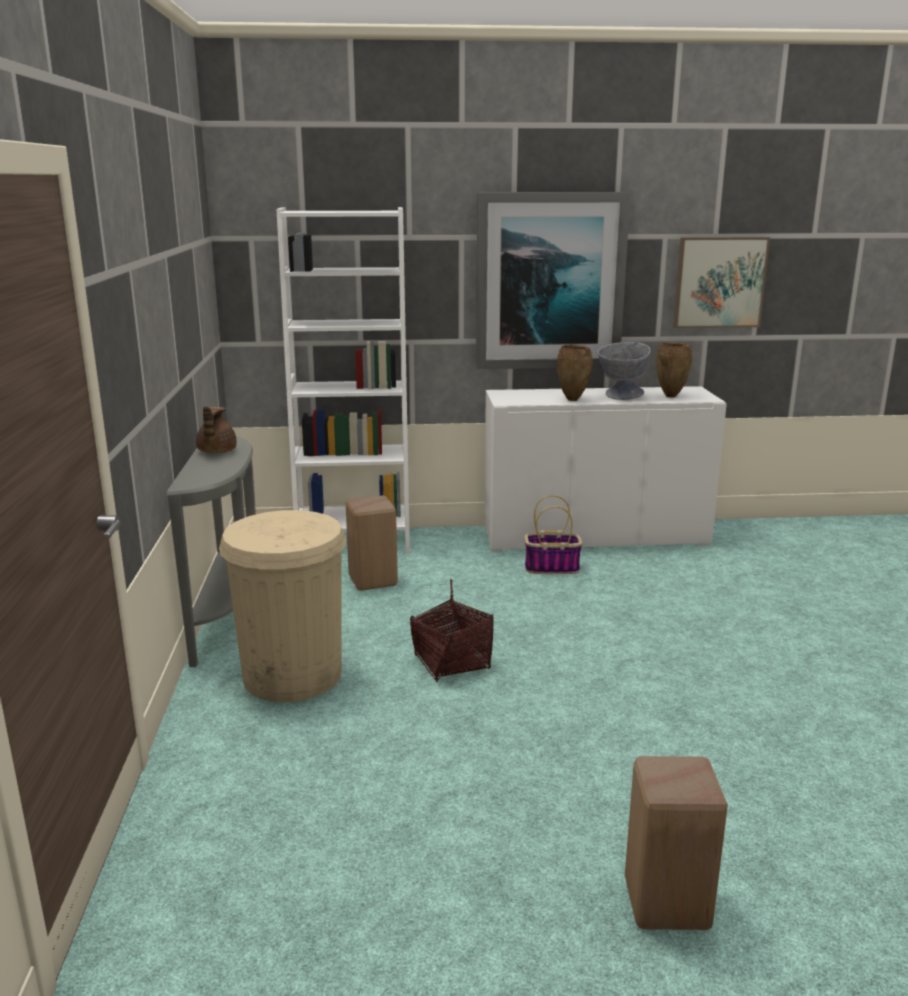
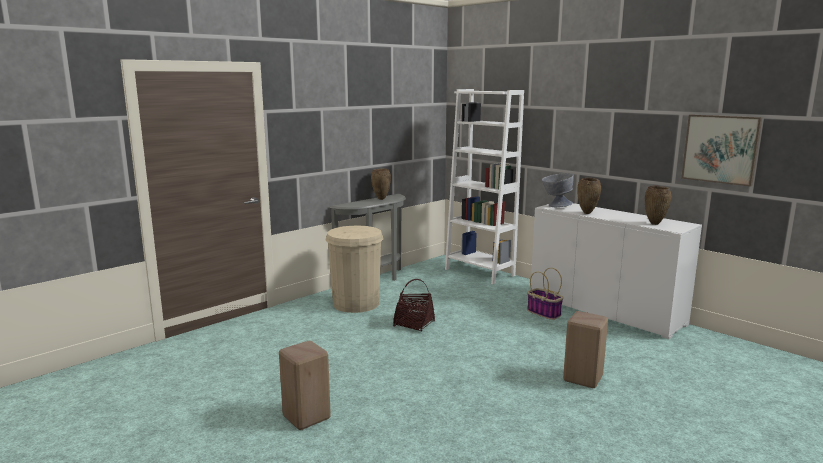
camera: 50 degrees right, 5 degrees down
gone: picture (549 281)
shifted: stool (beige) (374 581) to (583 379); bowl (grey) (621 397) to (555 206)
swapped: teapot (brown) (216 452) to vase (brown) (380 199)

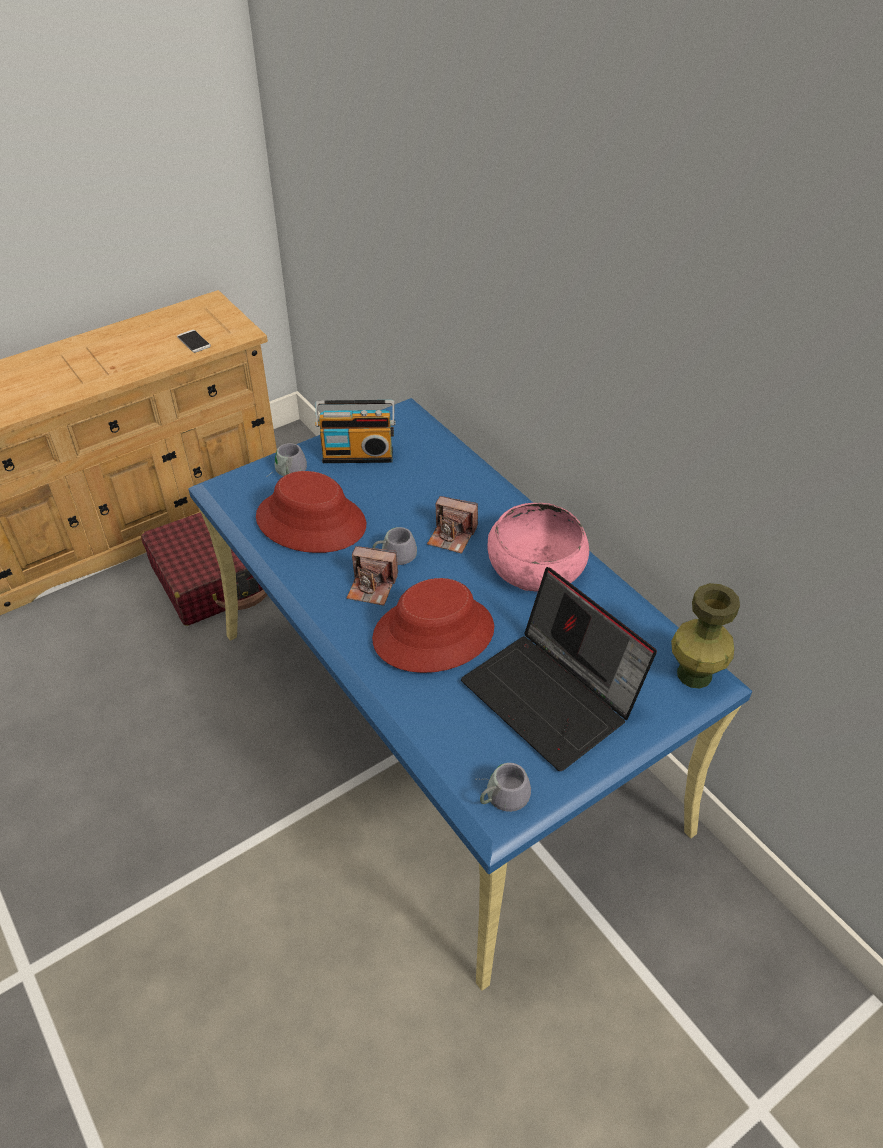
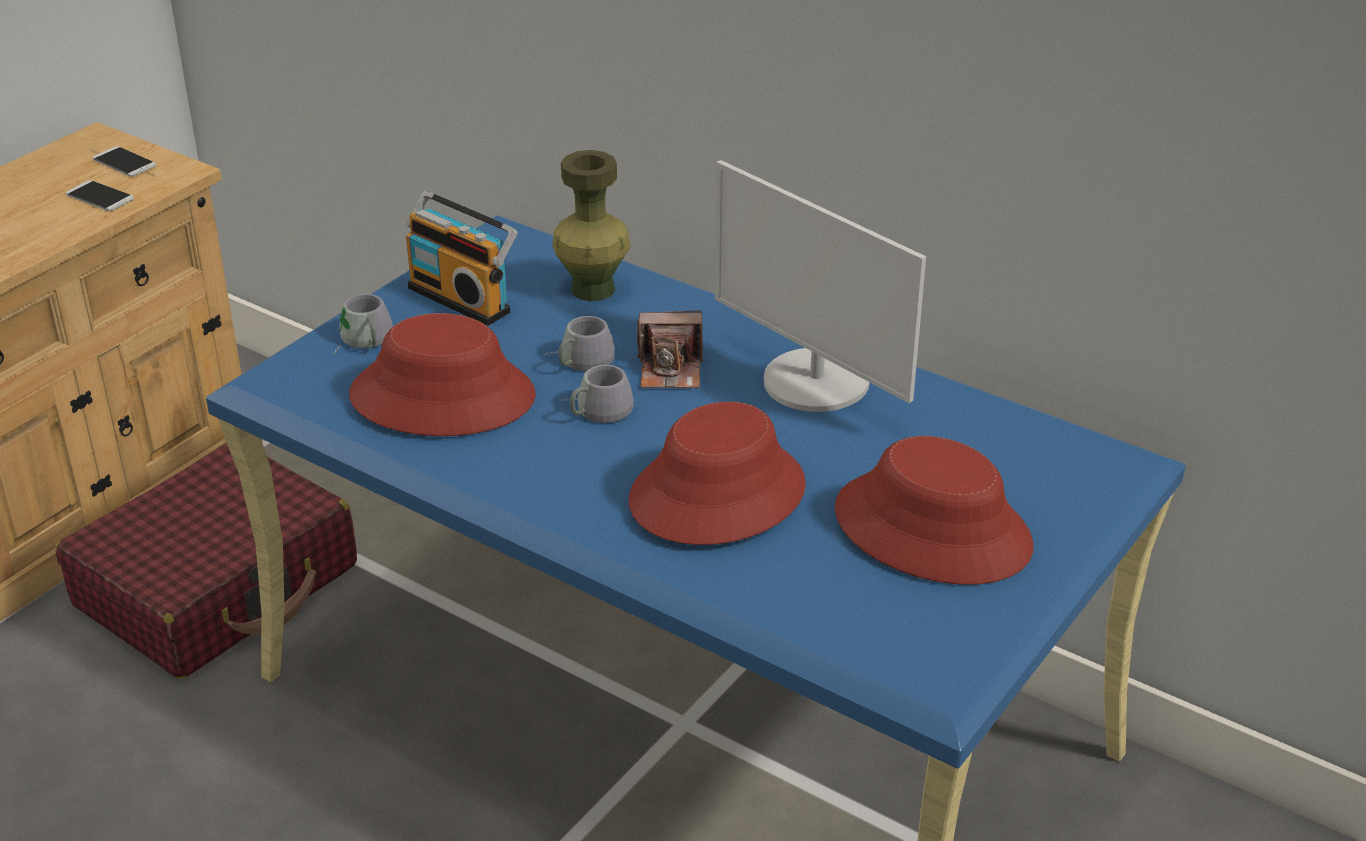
camera: 20 degrees left, 10 degrees down
gone: photo camera (372 587)
new: phone (124 162)
shifted: mug (grey) (500 793) to (578 359); vase (green) (694 674) to (592 289)
swapped: laptop (553 697) to hat (red) (933 529); bowl (pink) (536 566) to monitor (815 382)
rotated: radio (358 454) = (463 298) 60 degrees clockwise

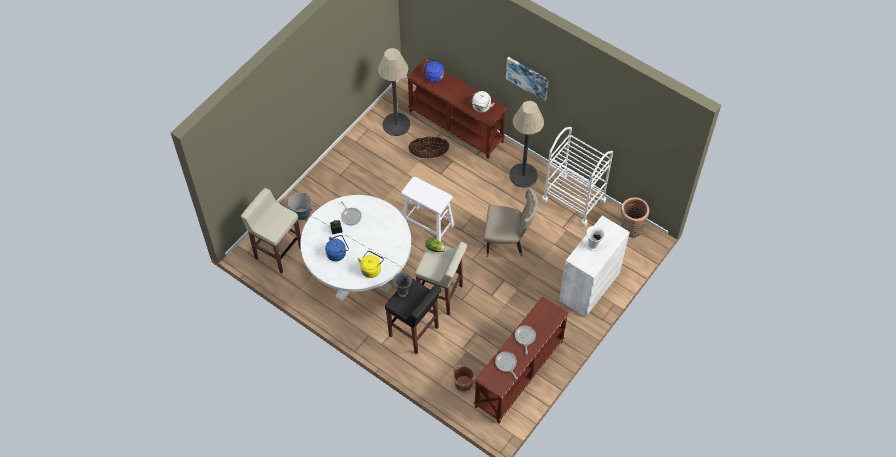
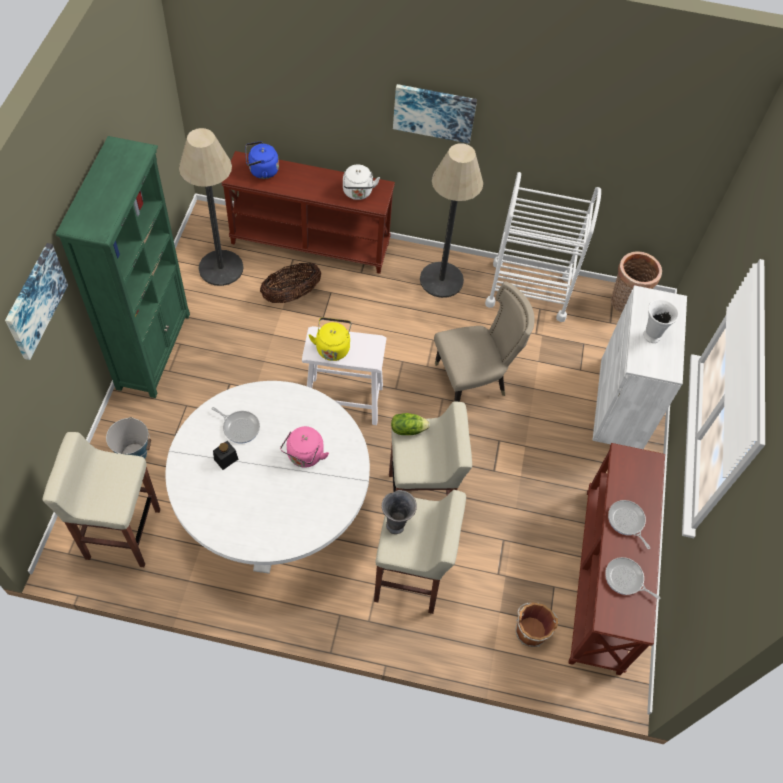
camera: 30 degrees left, 0 degrees up
gone: kettle (blue) (337 253)
new: picture (34 300); bookcase (green) (154 350); kettle (pink) (304 456)
shifted: kettle (yellow) (371 269) to (332 347)
repainted: stool (black) (414 332) to stool (beige) (410 578)

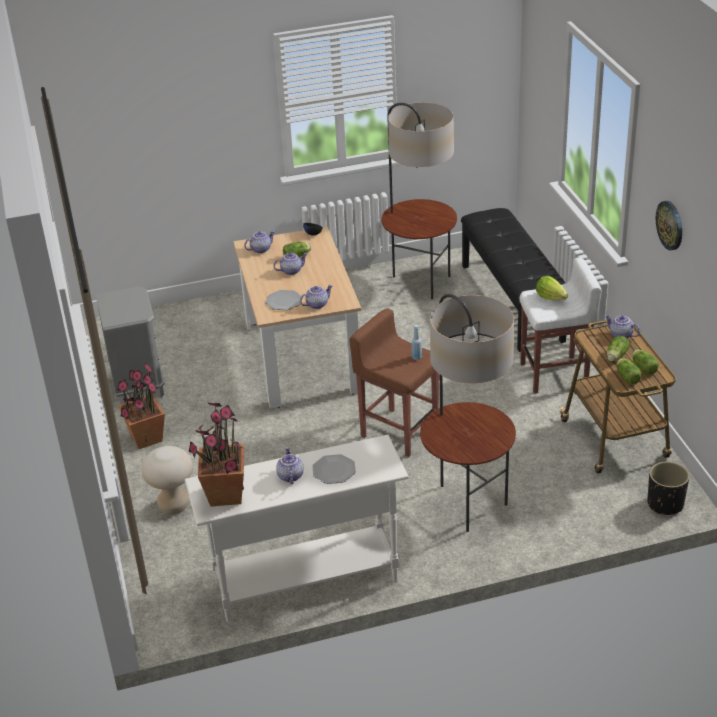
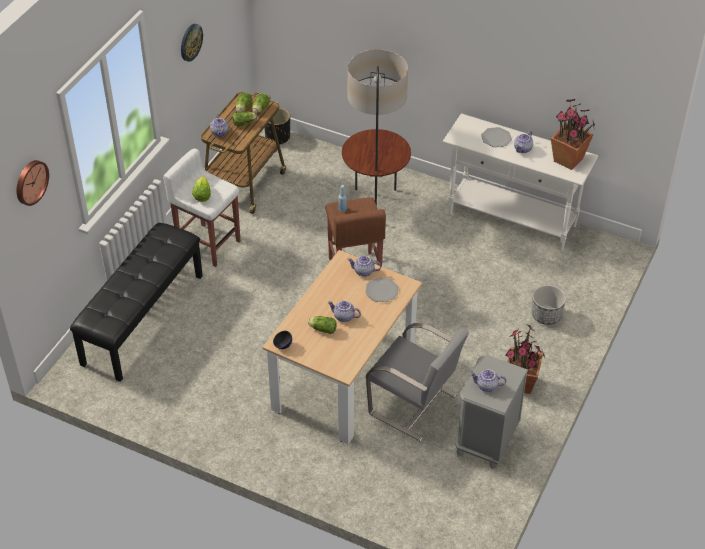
camera: 140 degrees left, 10 degrees up
gone: floor lamp (420 282)
new: wall clock (30 182); chair (grey) (414 405)
shifted: teapot (260 249) to (486 386)
swapped: stool (beige) (173 506) to planter (546 315)

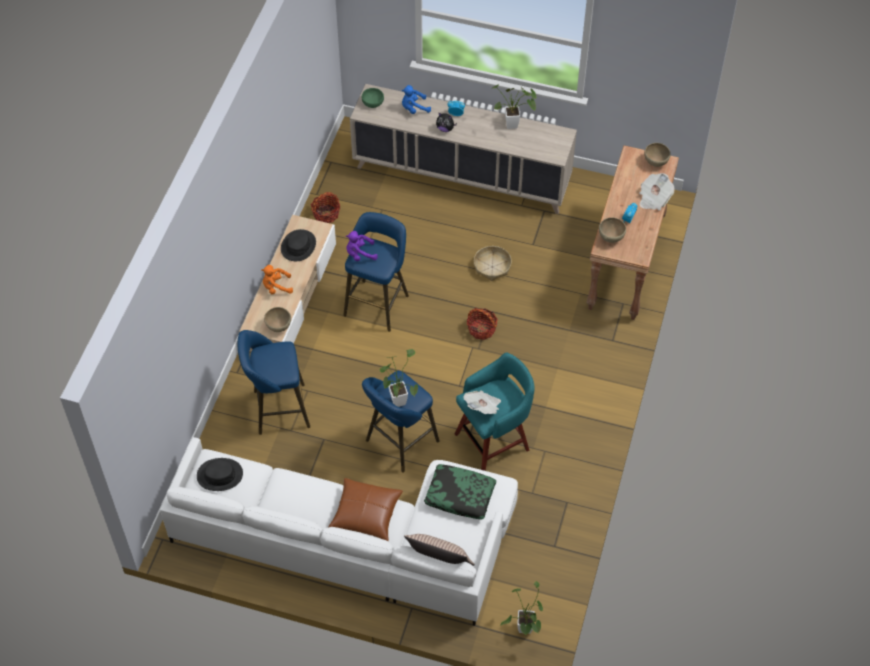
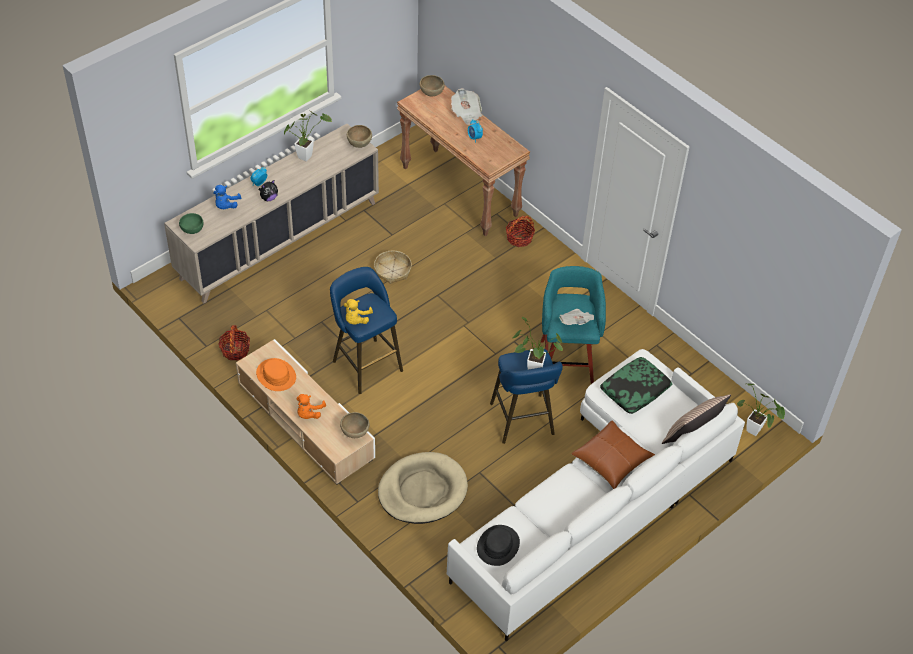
camera: 60 degrees left, 5 degrees down
shifted: basket (481 329) to (519 238); bowl (brown) (611 237) to (359 144)
swapped: stool (blue) (277 409) to dog bed (beige) (422 490)
repainted: hat (black) (298 246) to hat (orange) (276 375); plush toy (purple) (360 254) to plush toy (yellow) (356 320)

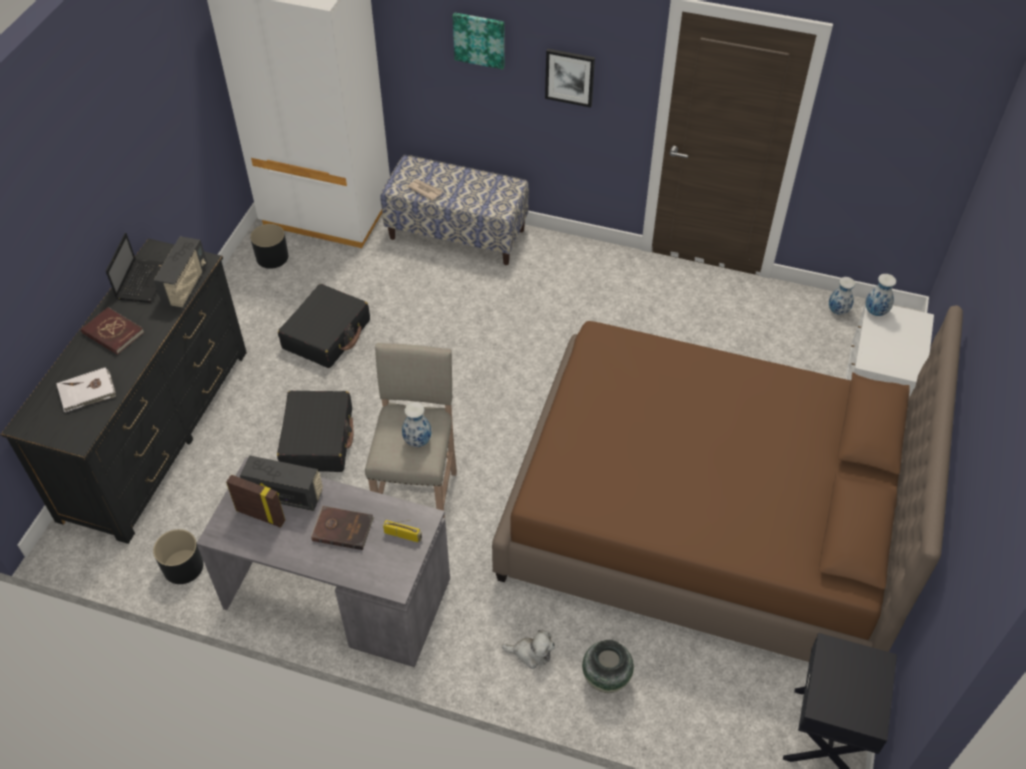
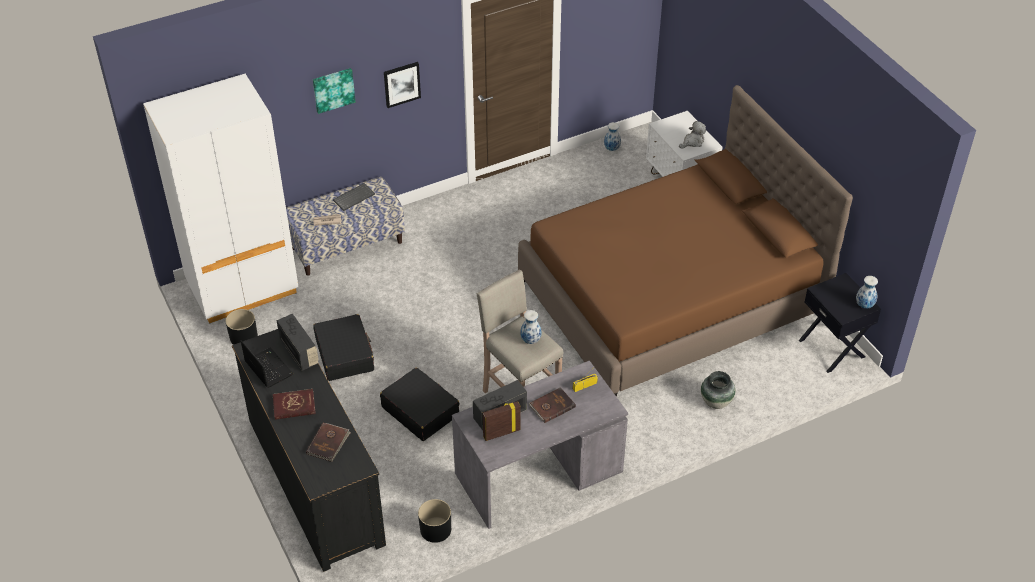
camera: 45 degrees left, 5 degrees down
new: keyboard (354 197)
shifted: plush toy (531 653) to (692 142); vase (875 312) to (864 305)
repainted: book (white) (87 392) to book (brown) (328 443)

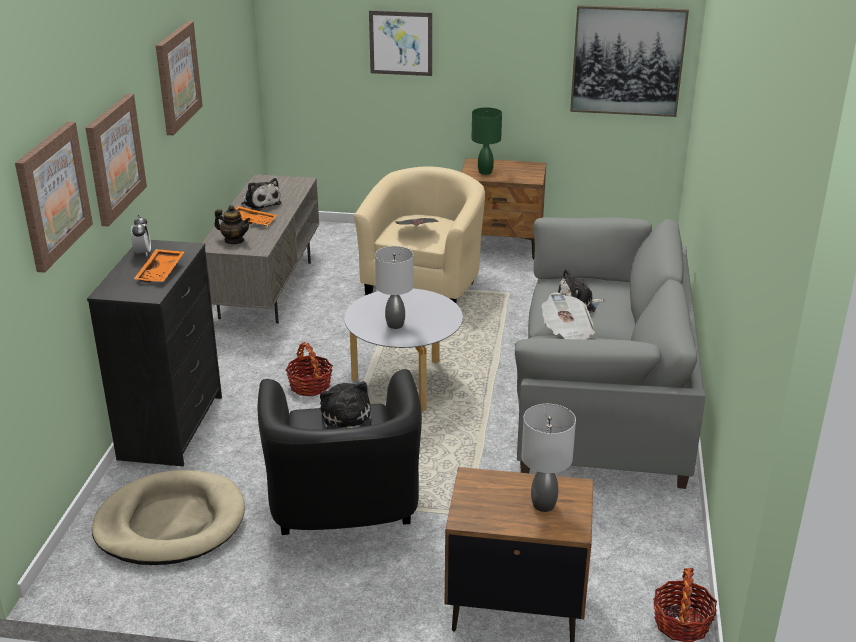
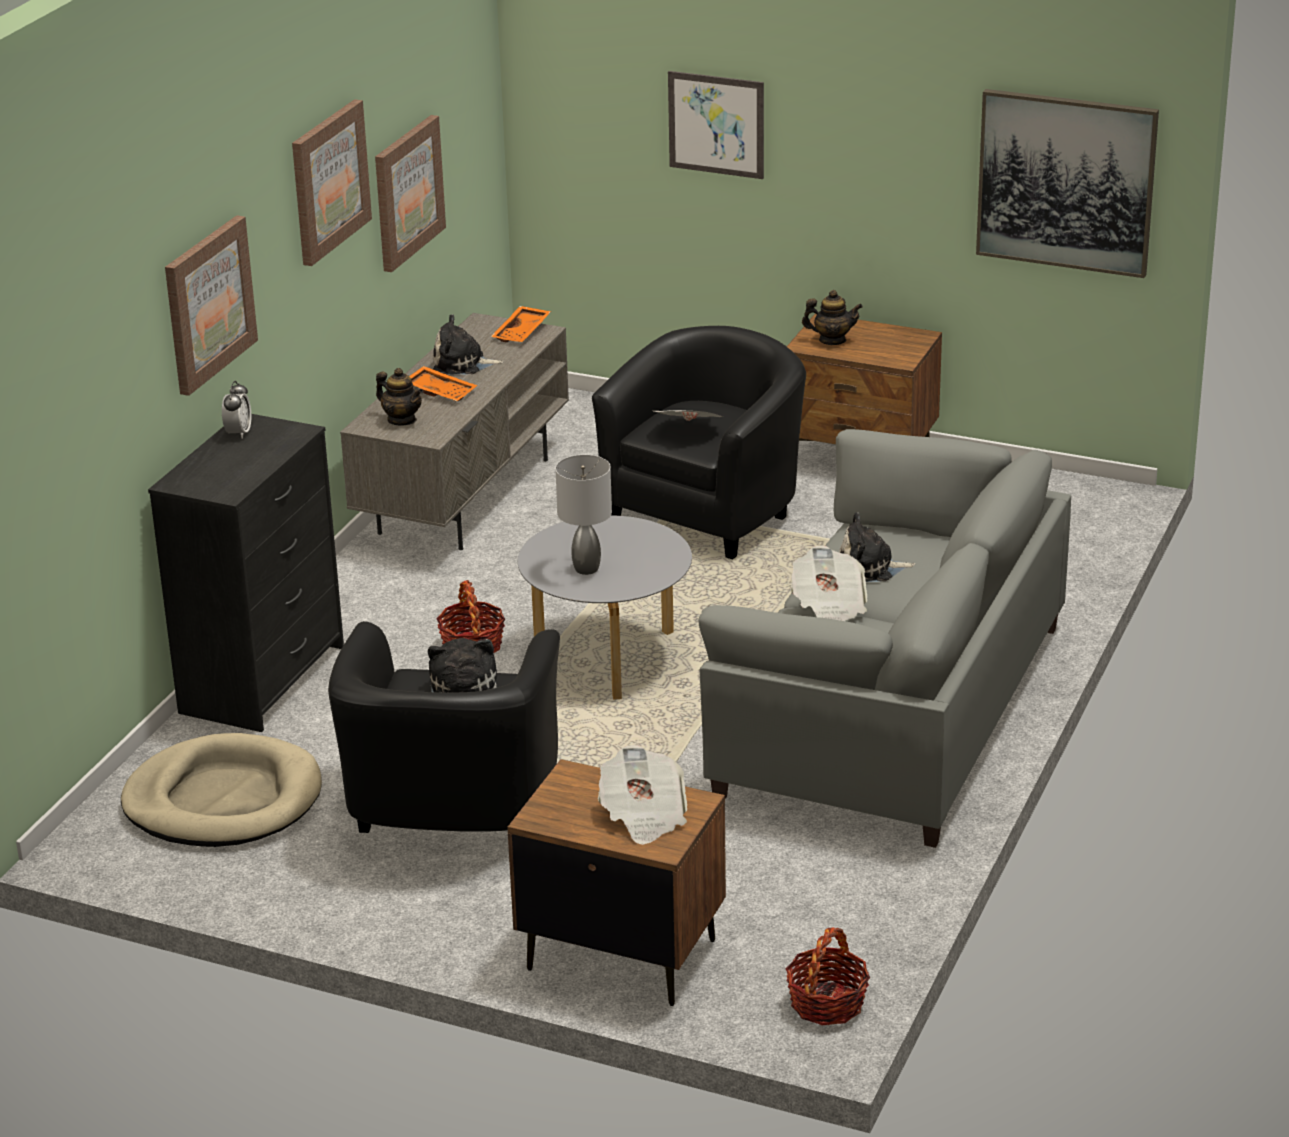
camera: 15 degrees right, 0 degrees up
shifted: picture (52 195) to (407 192); tray (orange) (161 272) to (522 332)
swapped: table lamp (green) (484 172) to teapot (832 340); table lamp (grey) (544 505) to newspaper (643 816)
repainted: armchair (beige) (424 283) to armchair (black) (708 511)
rotated: plush toy (260 204) = (462 364) 120 degrees clockwise

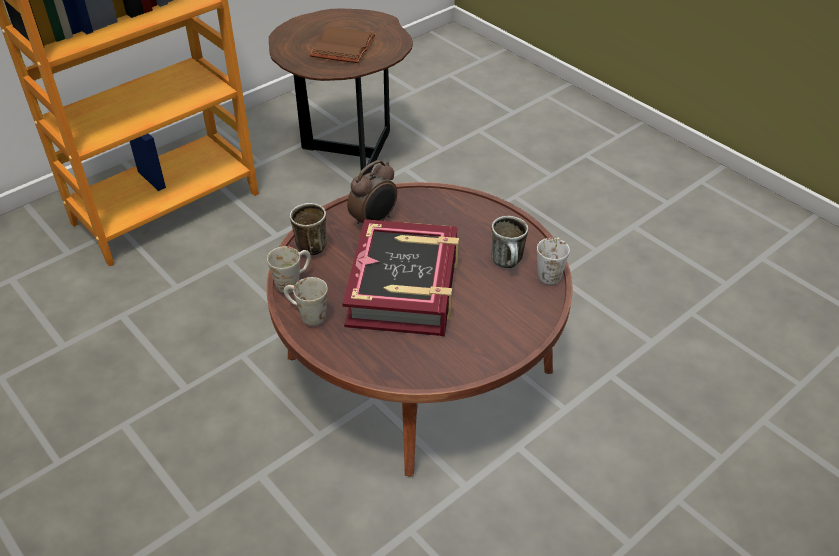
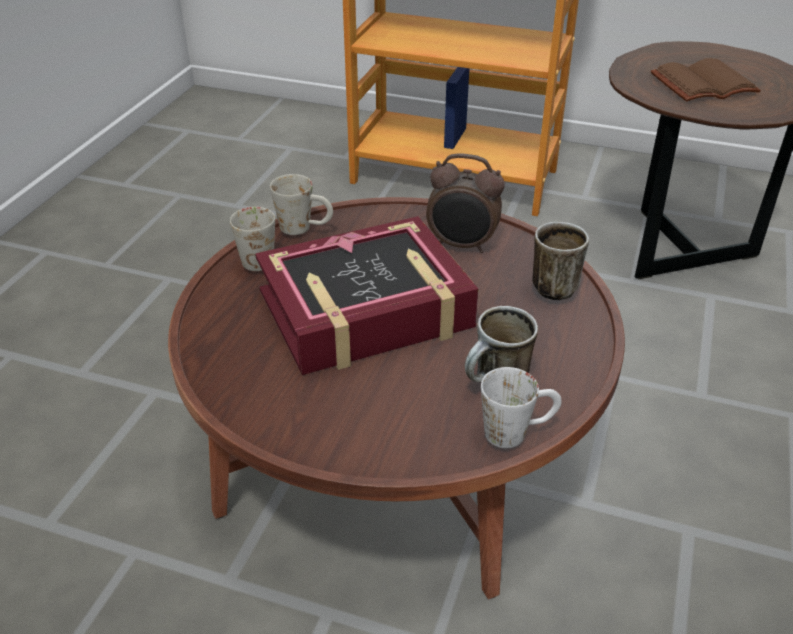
camera: 60 degrees right, 5 degrees down
shifted: mug (308 244) to (556 285)

